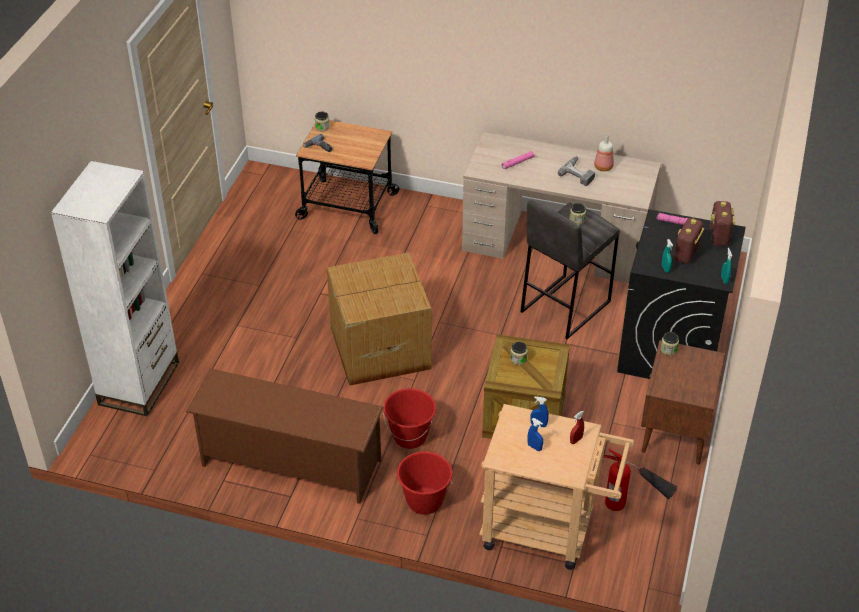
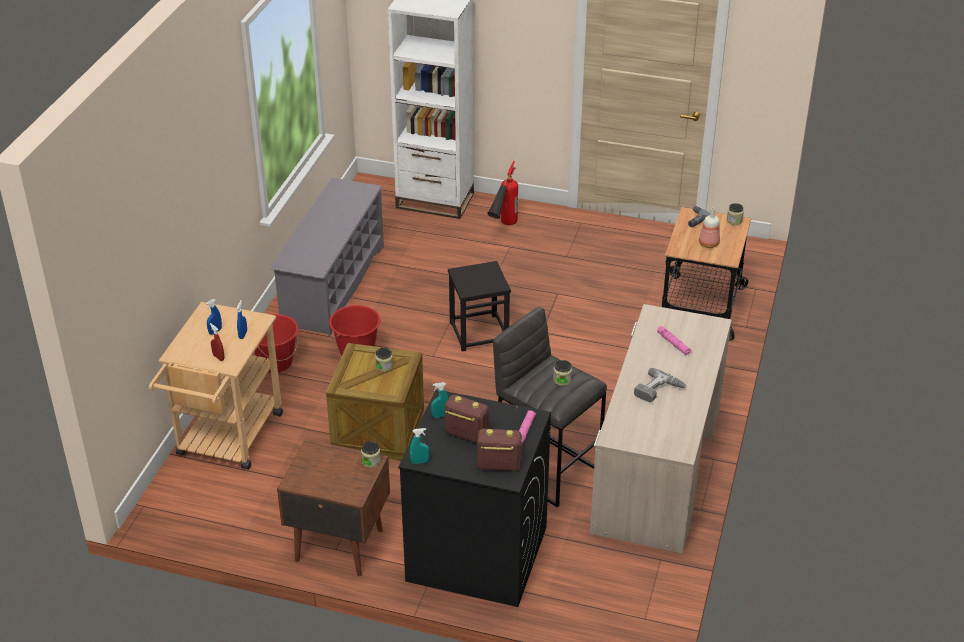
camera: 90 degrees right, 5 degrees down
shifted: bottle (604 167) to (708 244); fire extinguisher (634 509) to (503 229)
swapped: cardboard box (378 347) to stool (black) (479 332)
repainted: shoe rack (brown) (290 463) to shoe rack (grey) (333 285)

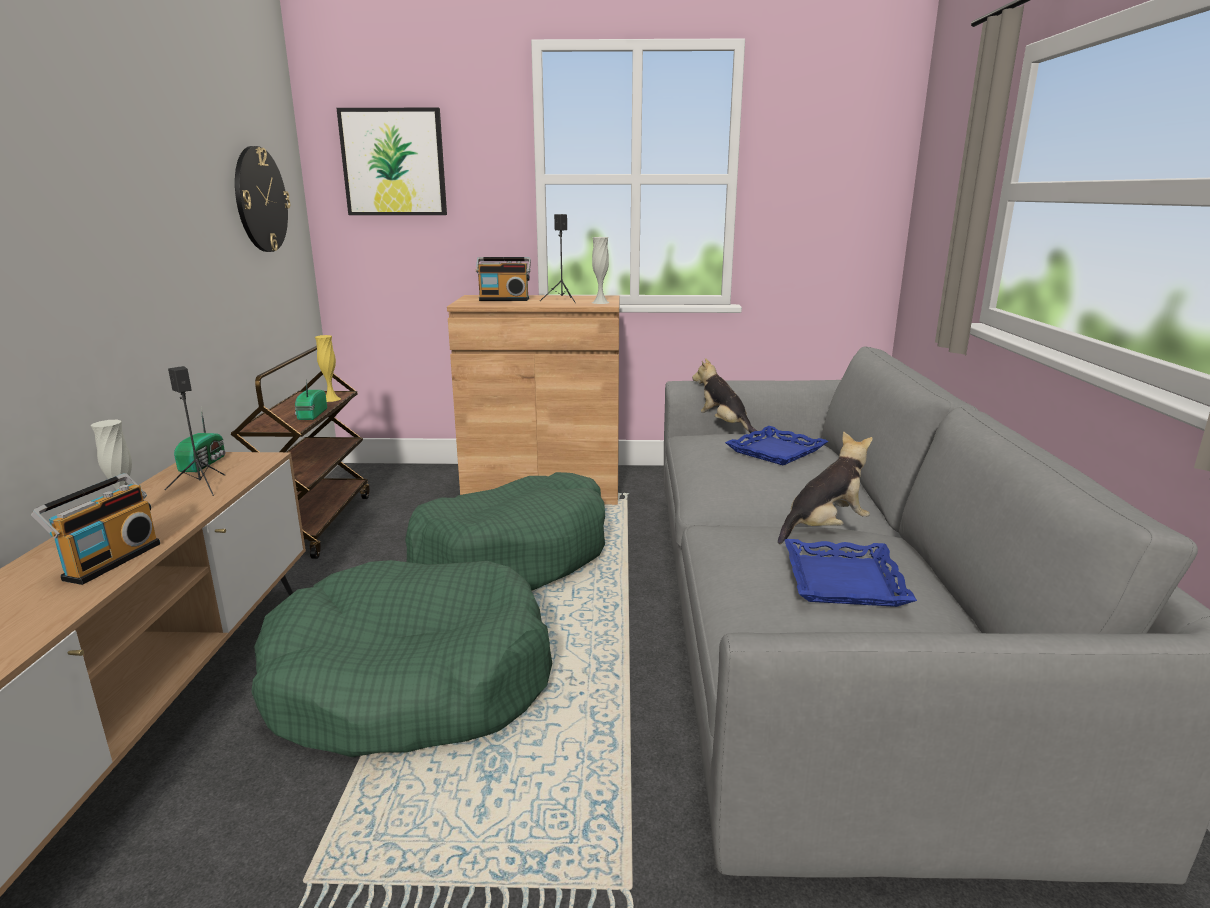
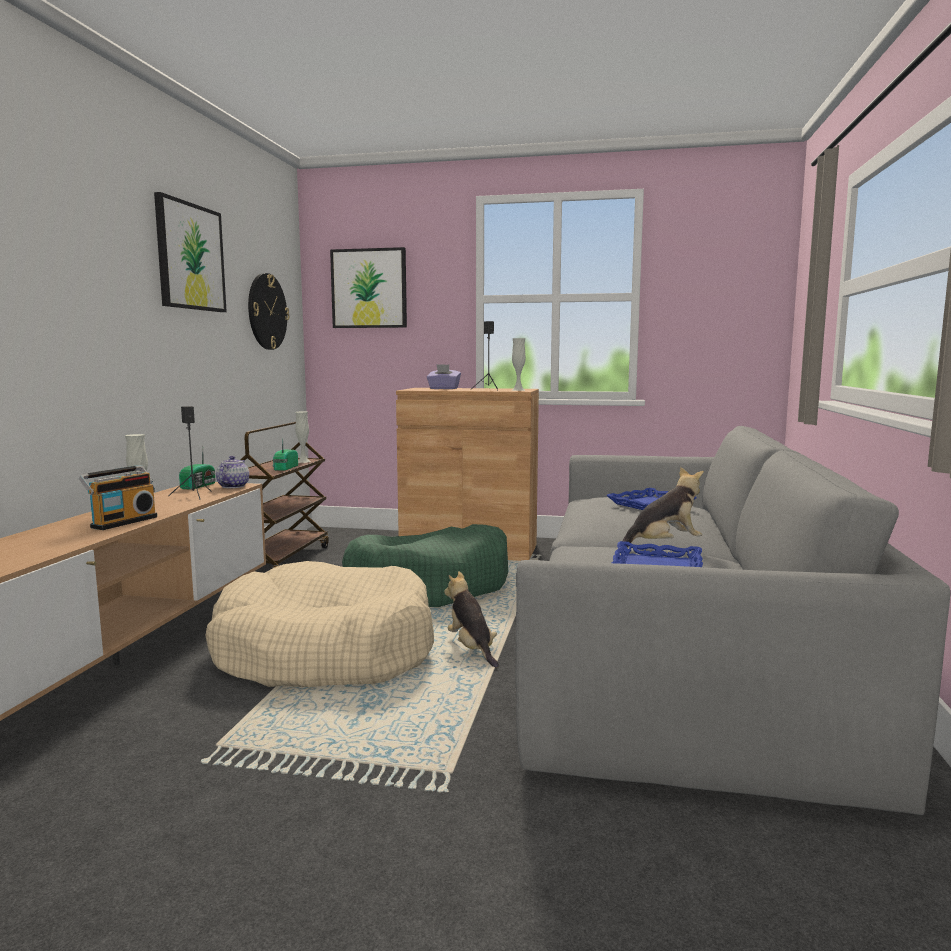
camera: 10 degrees right, 10 degrees down
new: picture (190 257); teapot (233 486)
shifted: plush toy (723 425) to (472 649)
swapped: radio (504 299) to tissue box (purple) (443 388)
repainted: dog bed (green) (410 682) to dog bed (beige) (325 652); vase (yellow) (331 399) to vase (white) (303 461)

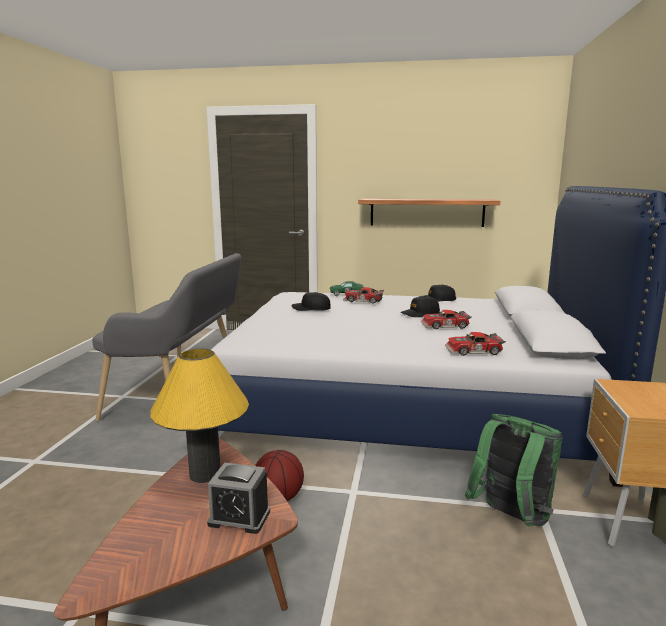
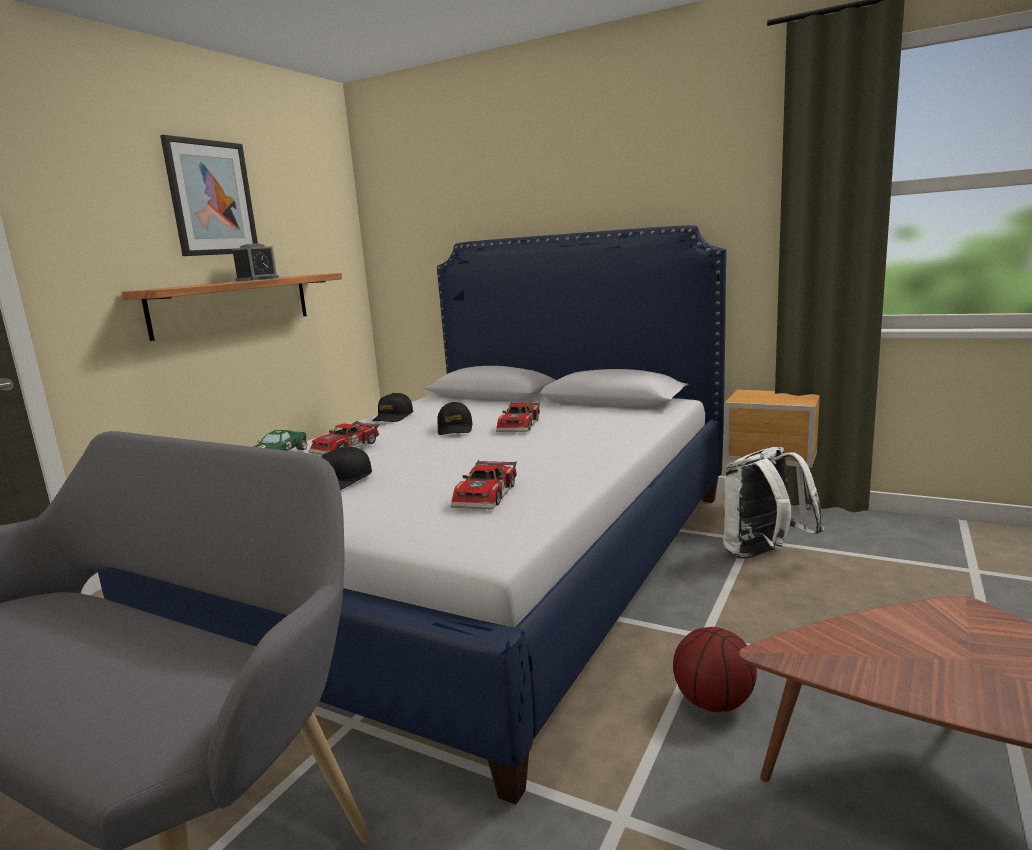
camera: 70 degrees left, 0 degrees up
gone: table lamp (yellow) (205 474)
new: picture (211 198)
shifted: alarm clock (239 517) to (257 279); toy car (474 351) to (488 495)
repainted: backpack (green) (510 518) to backpack (white) (764 555)

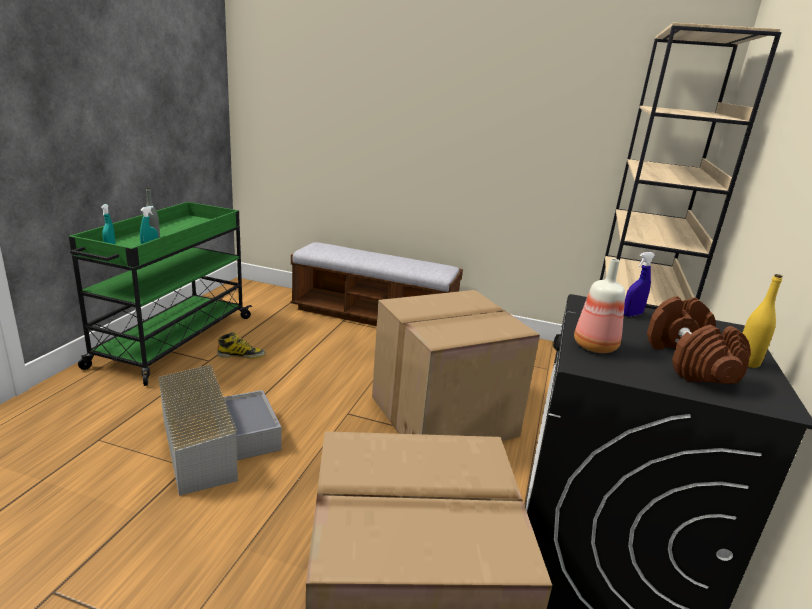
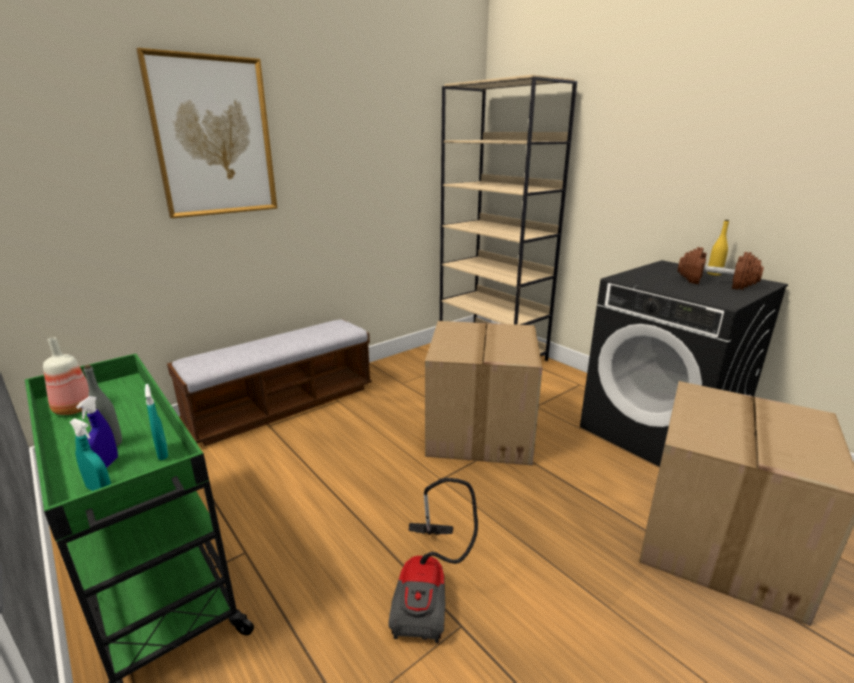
camera: 55 degrees left, 0 degrees up
gone: boot (241 355)
new: picture (214 137)
shifted: bottle (596 346) to (76 408); spray bottle (blue) (632 314) to (106 465)
swapped: storage box (grey) (214 442) to vacuum cleaner (428 590)

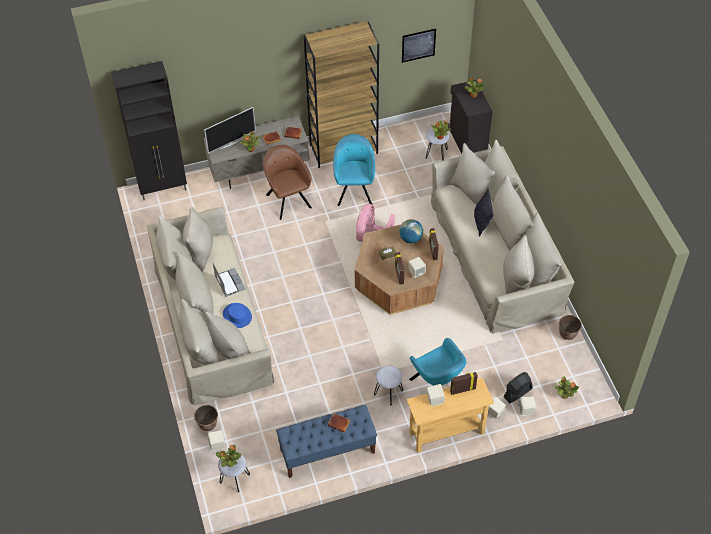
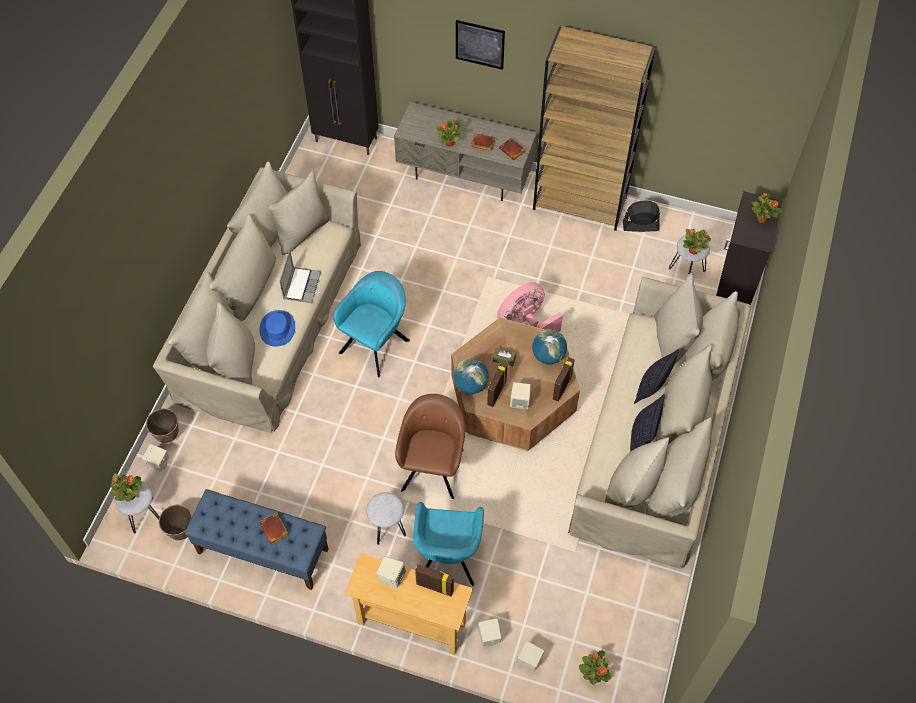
camera: 35 degrees right, 5 degrees up
gone: television (231 143)
new: globe (471 385); pillow (642 437)
shifted: armchair (brown) (287 199) to (433 467); armchair (turquoise) (354 189) to (376 344); picture (418 45) to (480 44); fan (black) (517 393) to (640 226); planter (567 335) to (181 531)

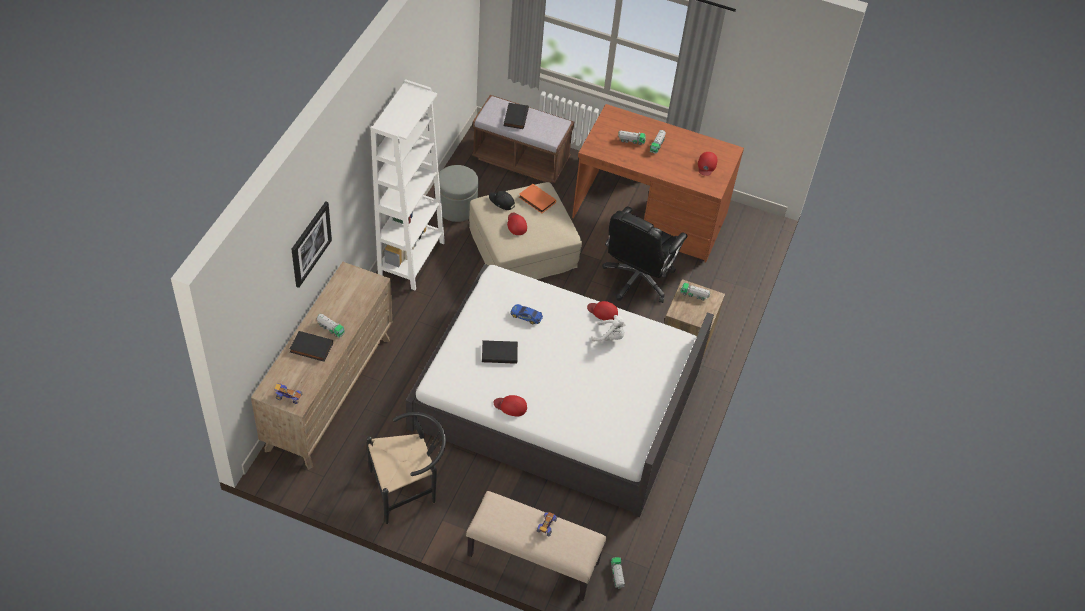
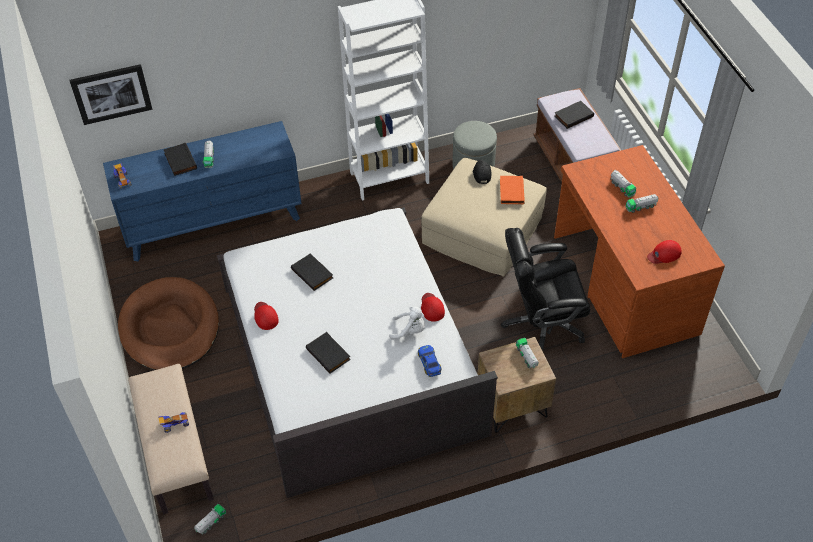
camera: 55 degrees right, 0 degrees up
gone: cap (red) (516 224)
new: book (black) (329 354)
shifted: picture (310 243) to (111 93); toy car (526 316) to (429 363)
swapped: chair (black) (408 489) to dog bed (brown) (170 328)
repainted: dresser (brown) (329 392) to dresser (blue) (213 222)
rotated: plush toy (white) (610 337) = (410 331) 60 degrees counterclockwise

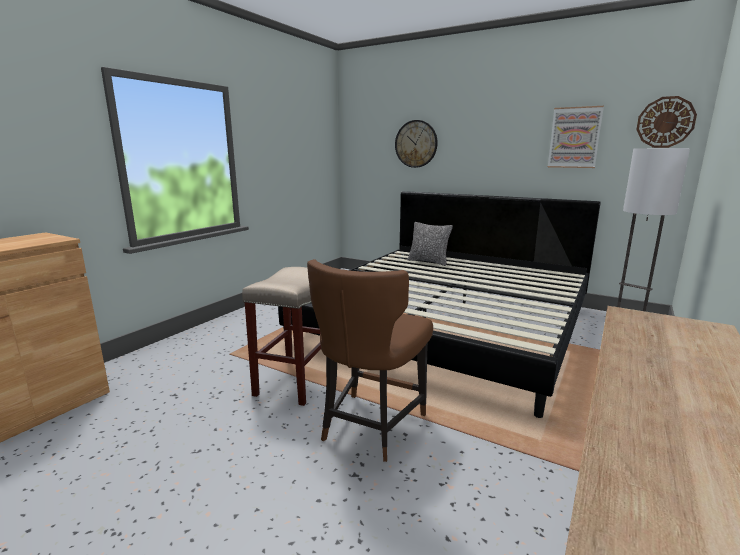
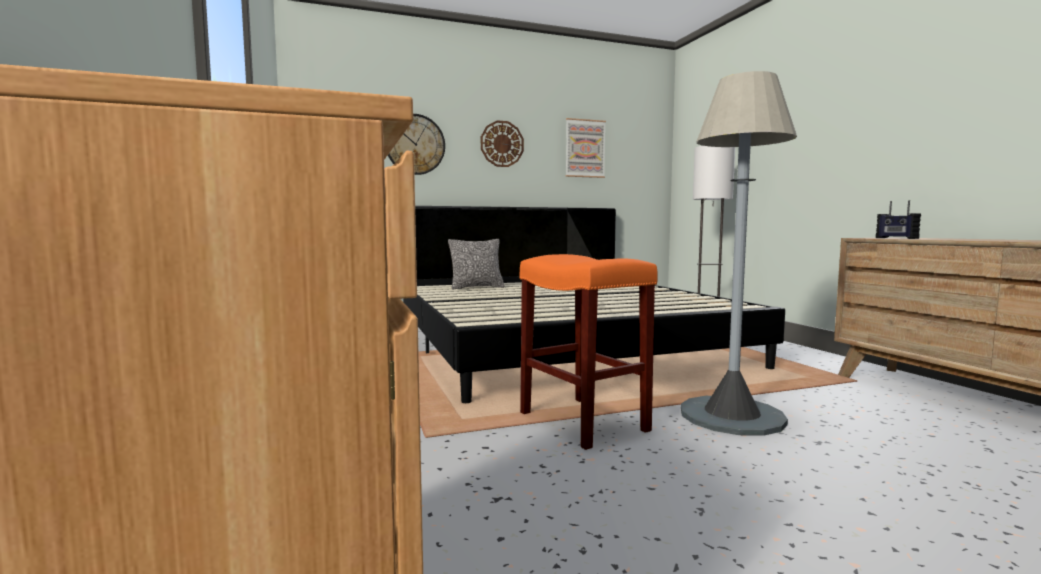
camera: 50 degrees left, 10 degrees down
new: radio (896 238)
shifted: wall clock (665 122) to (502 144)
swapped: chair (brown) (370 427) to floor lamp (grey) (732 416)
repainted: stool (beige) (295 382) to stool (orange) (584 422)

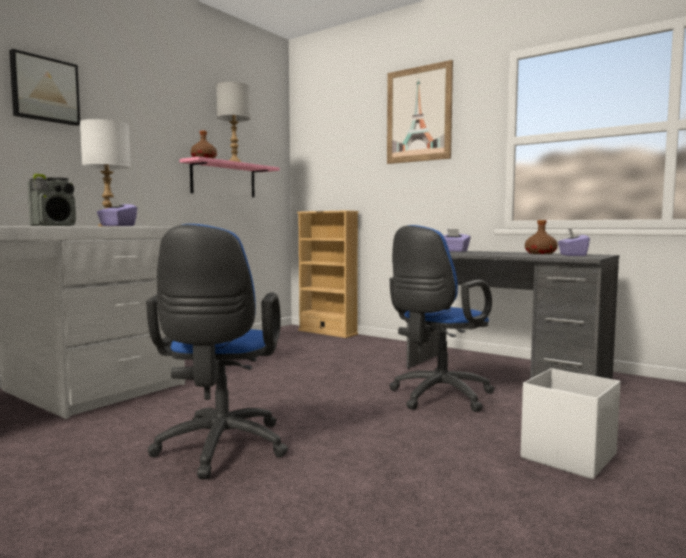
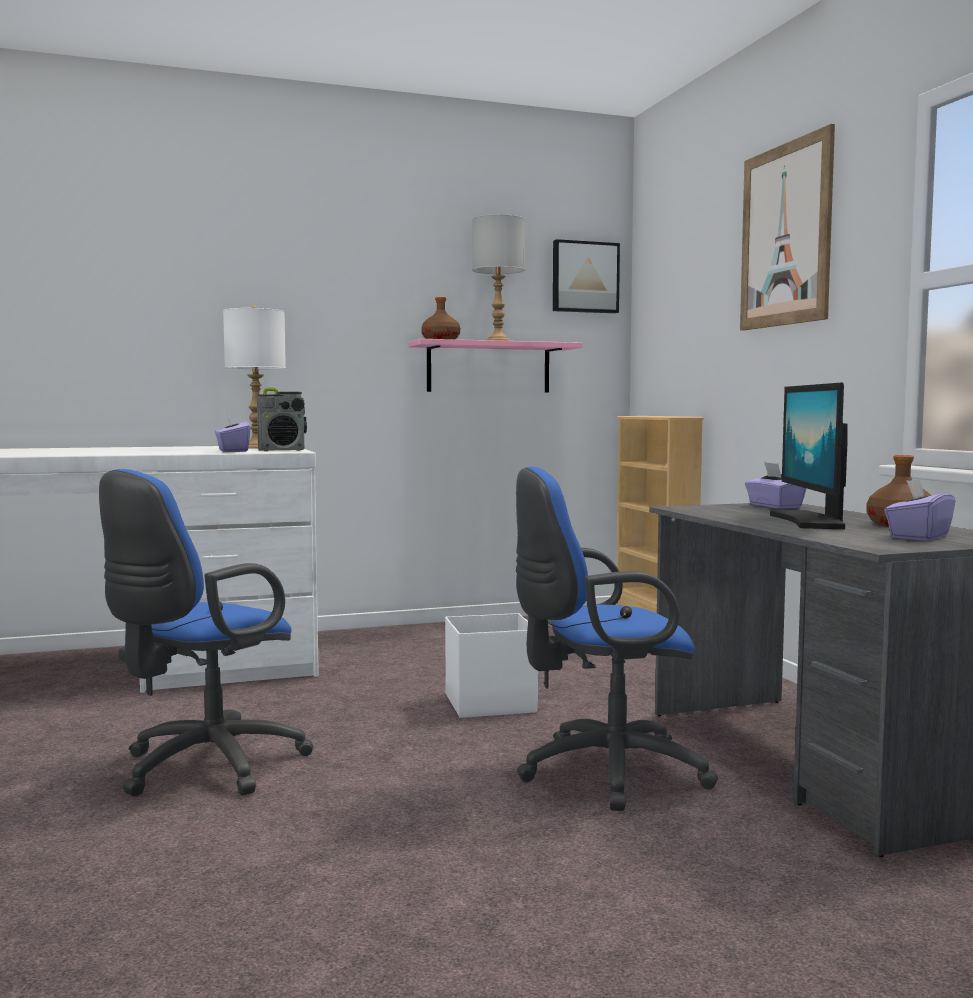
camera: 35 degrees right, 0 degrees up
new: monitor (810 521)
shifted: picture (44 90) to (584 277); radio (54 226) to (282 450); storage box (white) (567 456) to (488 703)

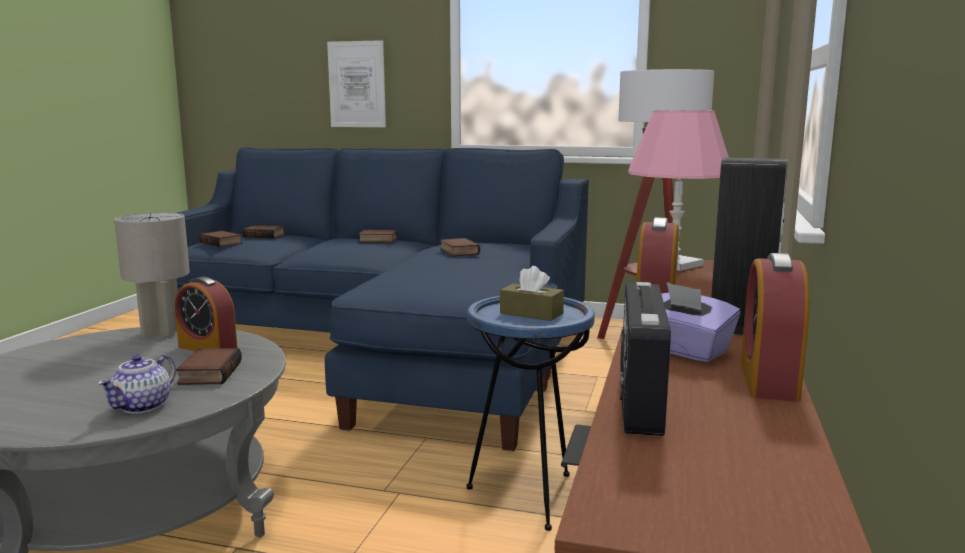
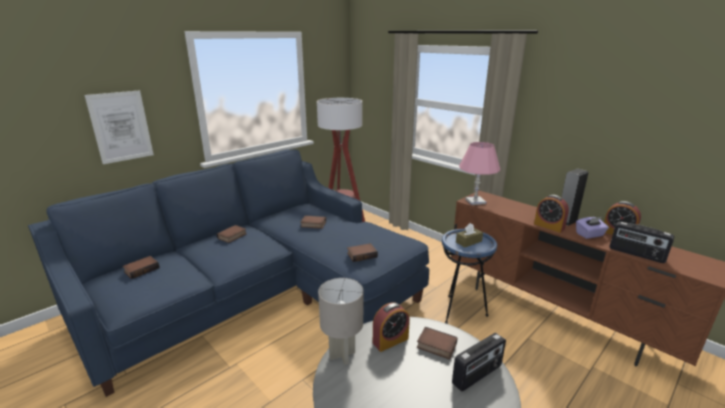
camera: 60 degrees left, 10 degrees up
shifted: book (222 243) to (362 254)
swapped: teapot (143 406) to radio (477 375)

